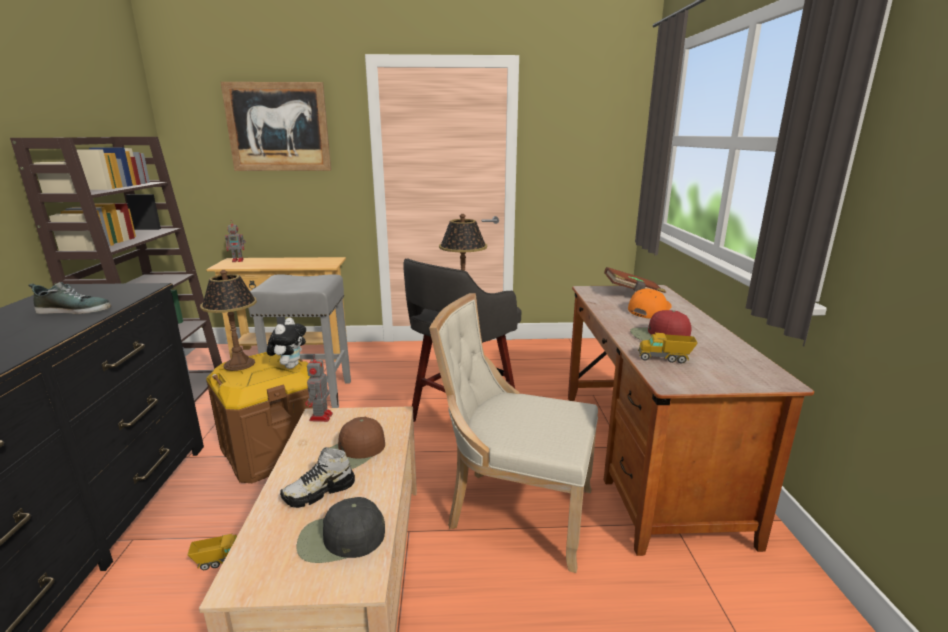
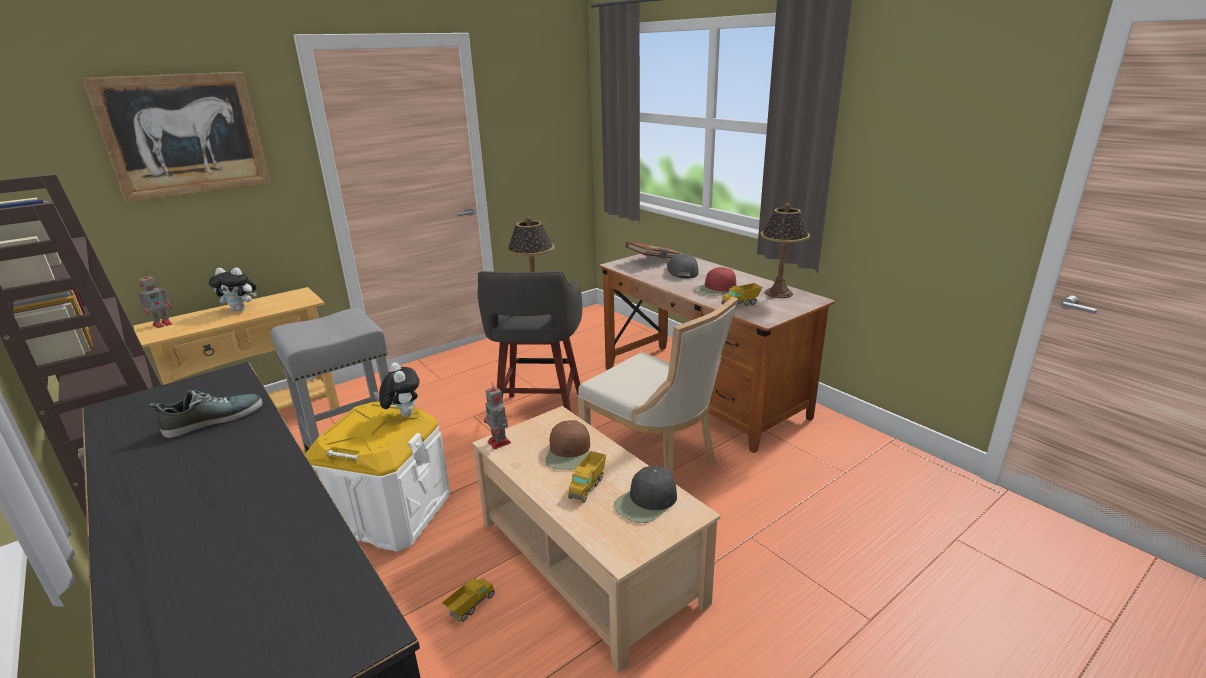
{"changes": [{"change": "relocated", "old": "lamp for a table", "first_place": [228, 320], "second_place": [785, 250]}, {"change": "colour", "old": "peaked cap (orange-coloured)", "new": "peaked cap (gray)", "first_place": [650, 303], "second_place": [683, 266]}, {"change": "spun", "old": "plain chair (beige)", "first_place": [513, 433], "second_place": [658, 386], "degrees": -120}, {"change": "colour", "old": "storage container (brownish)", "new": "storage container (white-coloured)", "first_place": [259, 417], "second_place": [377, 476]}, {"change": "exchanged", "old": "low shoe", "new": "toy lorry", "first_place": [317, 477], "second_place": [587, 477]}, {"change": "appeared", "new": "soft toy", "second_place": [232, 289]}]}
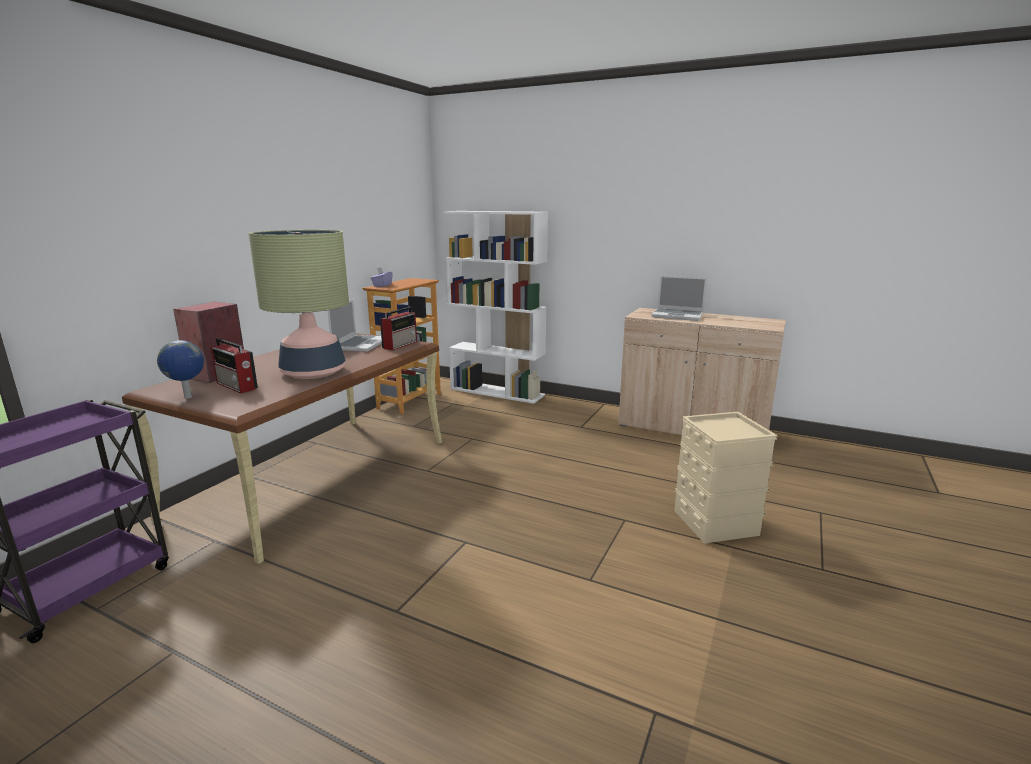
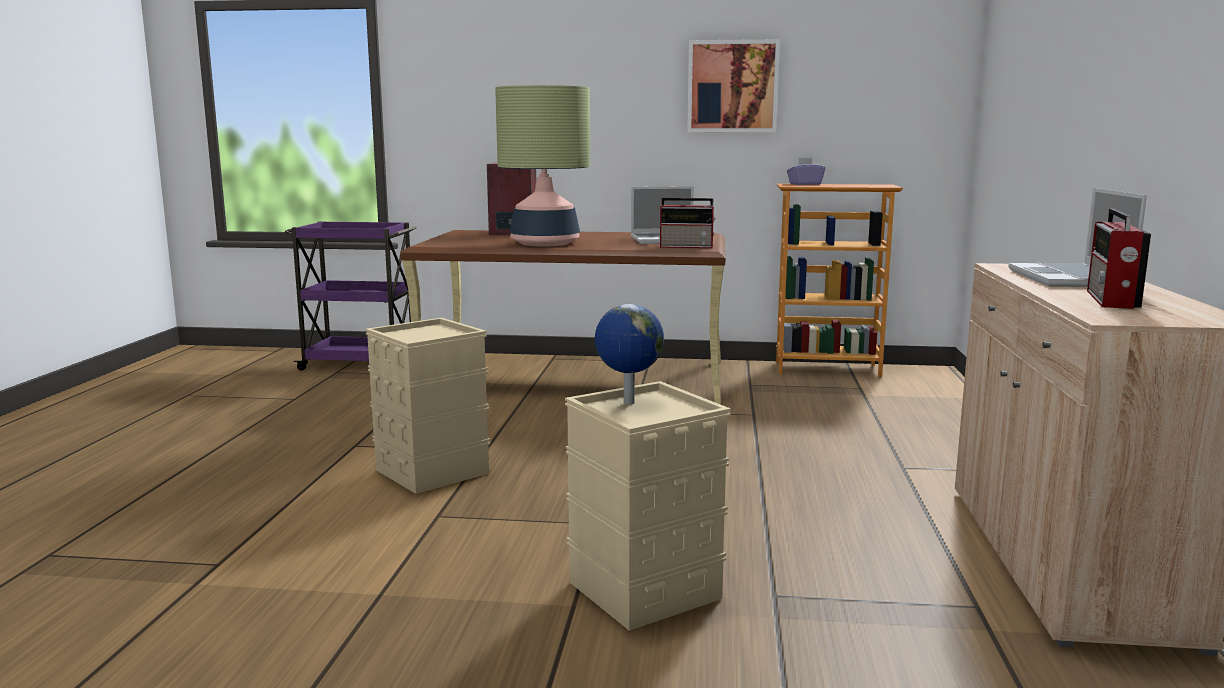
{"changes": [{"change": "missing", "old": "shelving unit (white-coloured)", "first_place": [496, 307]}, {"change": "relocated", "old": "radio receiver", "first_place": [234, 365], "second_place": [1119, 258]}, {"change": "relocated", "old": "desk globe", "first_place": [180, 369], "second_place": [629, 354]}, {"change": "appeared", "new": "wall picture", "second_place": [733, 85]}, {"change": "appeared", "new": "storage container (beige)", "second_place": [427, 406]}]}
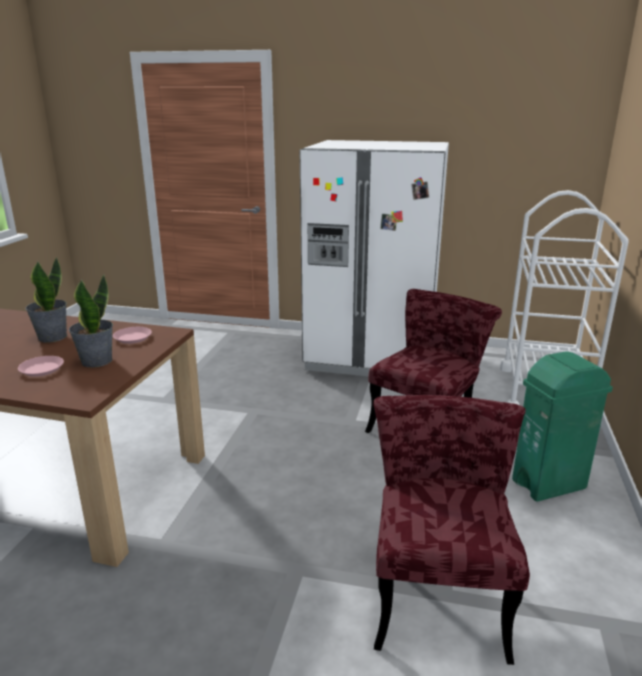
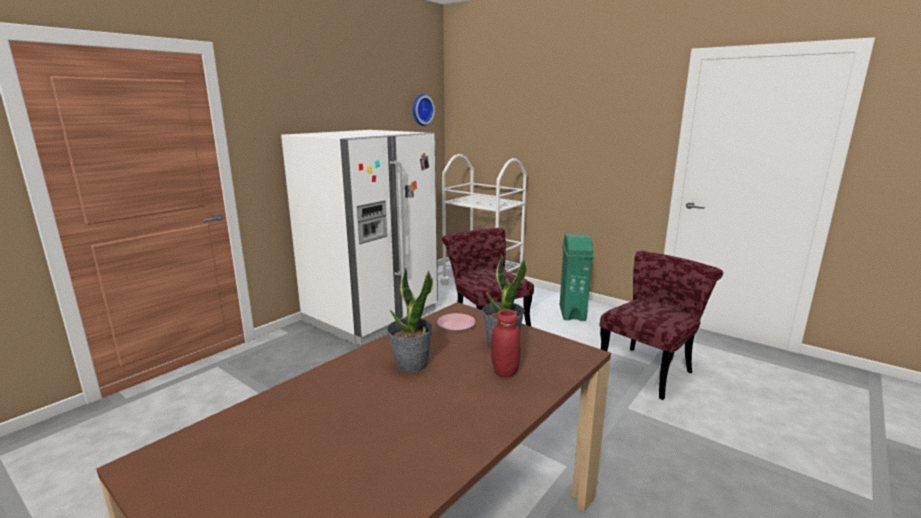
{"changes": [{"change": "exchanged", "old": "flat dish (pink)", "new": "jar (red)", "first_place": [41, 366], "second_place": [505, 343]}, {"change": "spun", "old": "plain chair (red)", "first_place": [451, 530], "second_place": [661, 325], "degrees": 105}, {"change": "appeared", "new": "wall clock", "second_place": [424, 110]}]}
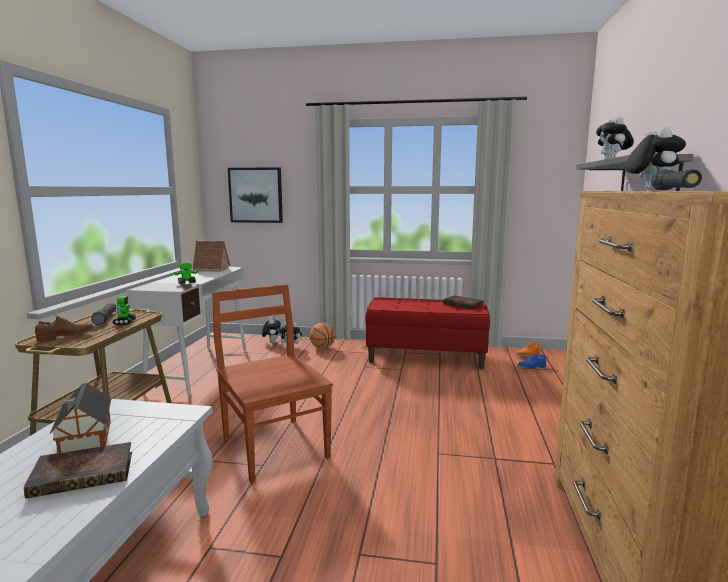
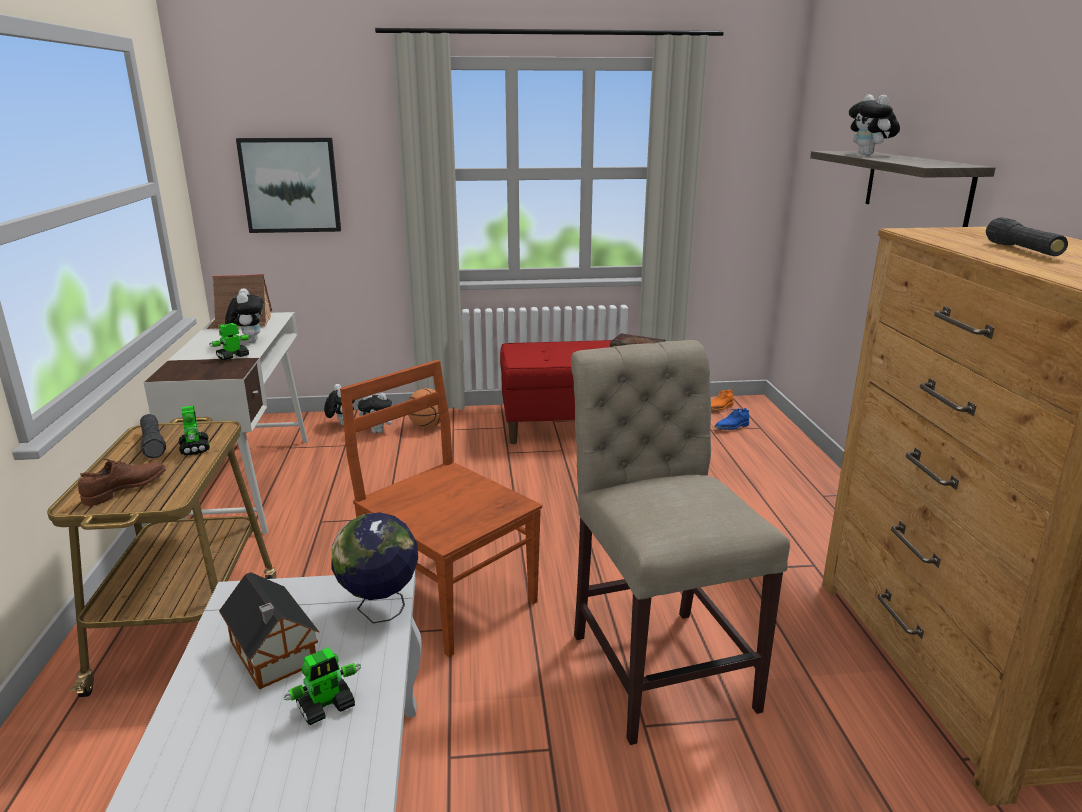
{"changes": [{"change": "relocated", "old": "soft toy", "first_place": [655, 158], "second_place": [244, 315]}, {"change": "exchanged", "old": "volume", "new": "model robot", "first_place": [78, 470], "second_place": [322, 686]}, {"change": "appeared", "new": "plain chair (beige)", "second_place": [680, 542]}, {"change": "appeared", "new": "desk globe", "second_place": [374, 568]}]}
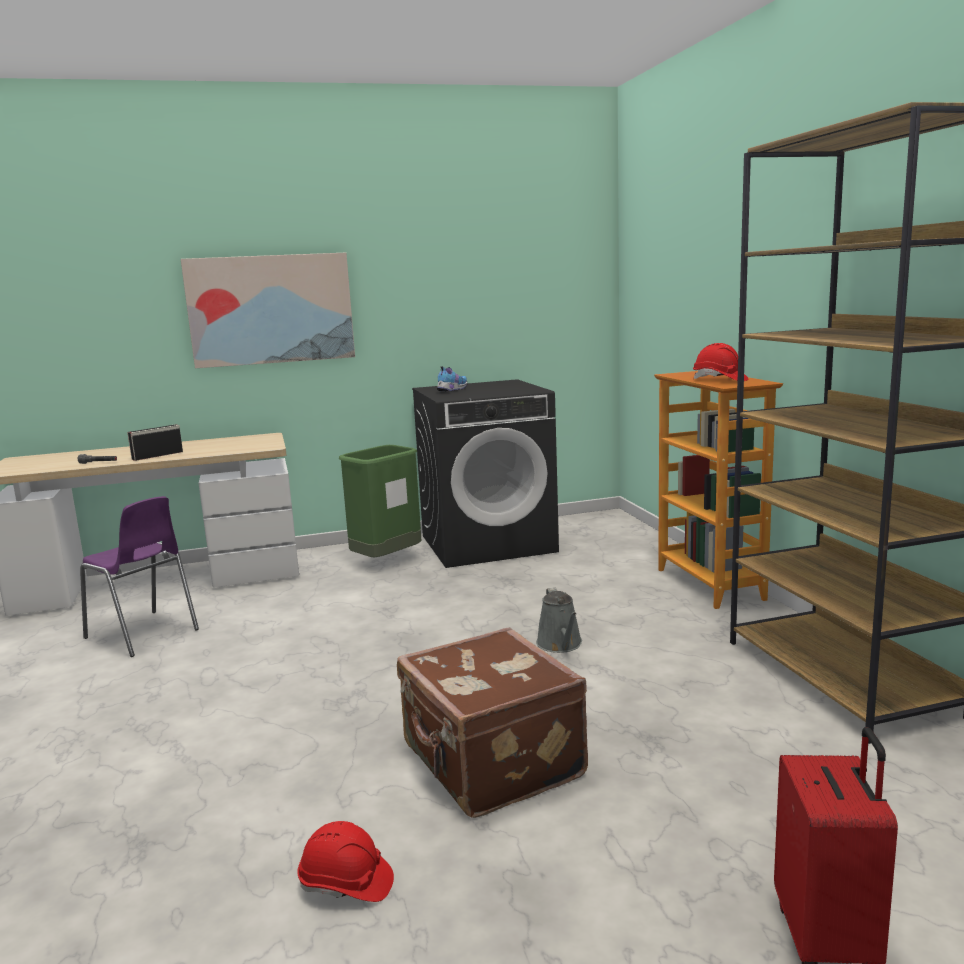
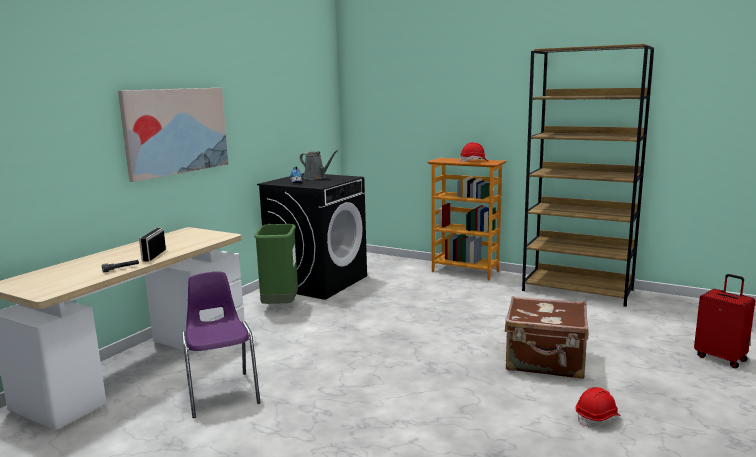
{"changes": [{"change": "spun", "old": "plain chair (purple)", "first_place": [139, 576], "second_place": [221, 345], "degrees": -105}, {"change": "relocated", "old": "watering pot (gray)", "first_place": [559, 620], "second_place": [319, 165]}]}
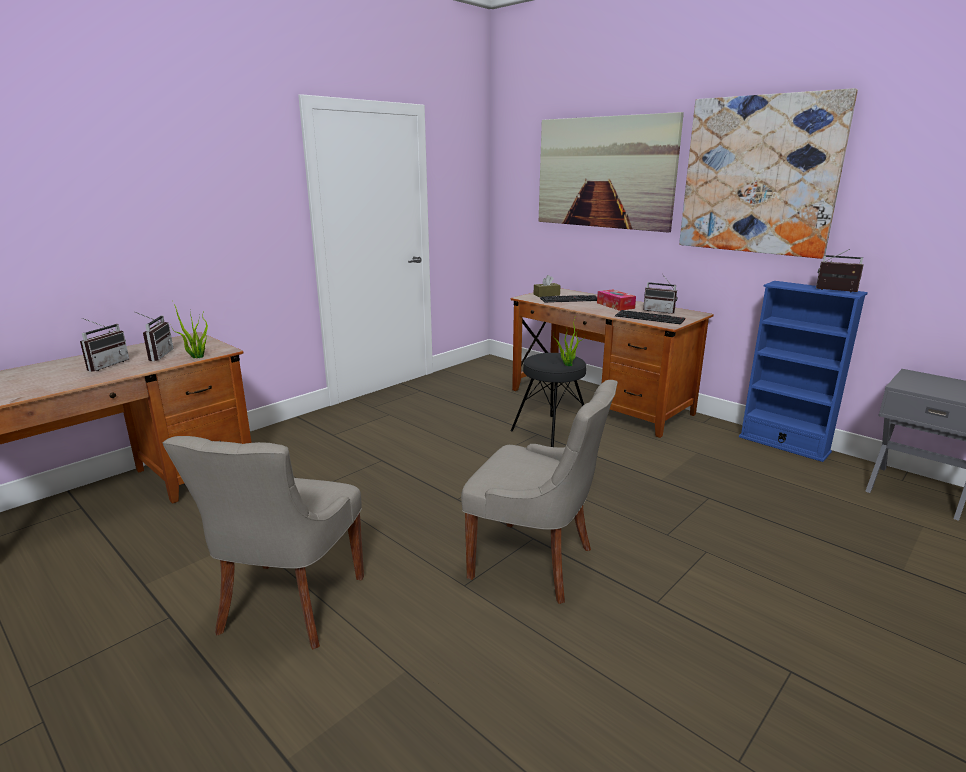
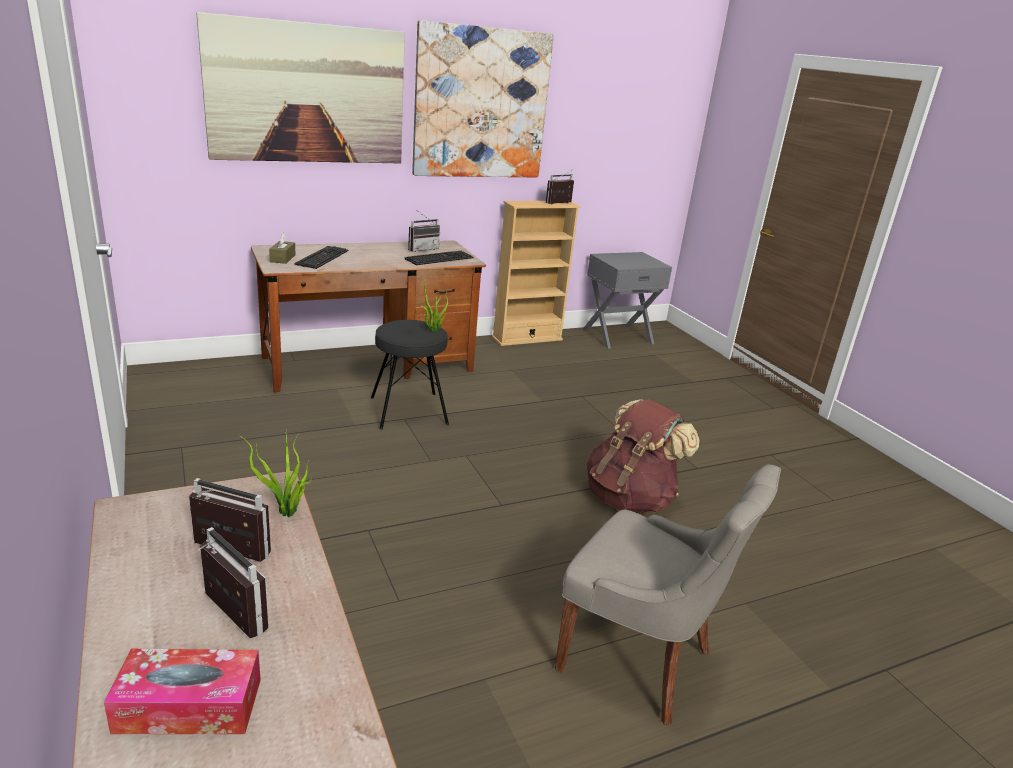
{"changes": [{"change": "colour", "old": "shelving unit (blue-coloured)", "new": "shelving unit (beige)", "first_place": [803, 371], "second_place": [536, 273]}, {"change": "relocated", "old": "box of tissues", "first_place": [616, 300], "second_place": [182, 691]}, {"change": "exchanged", "old": "plain chair (gray)", "new": "backpack (brownish)", "first_place": [539, 492], "second_place": [643, 456]}]}
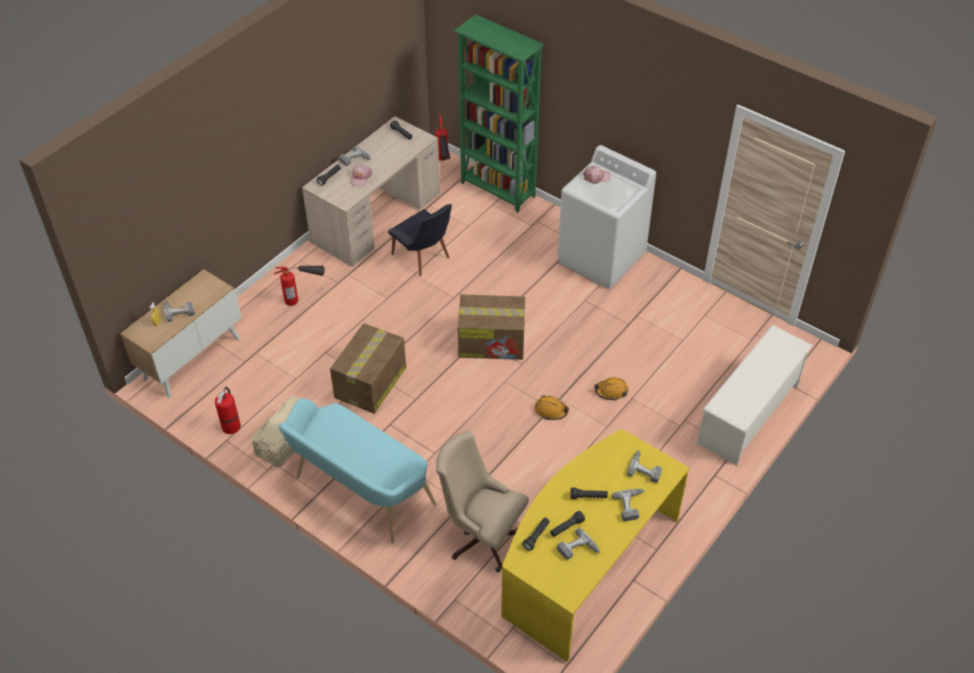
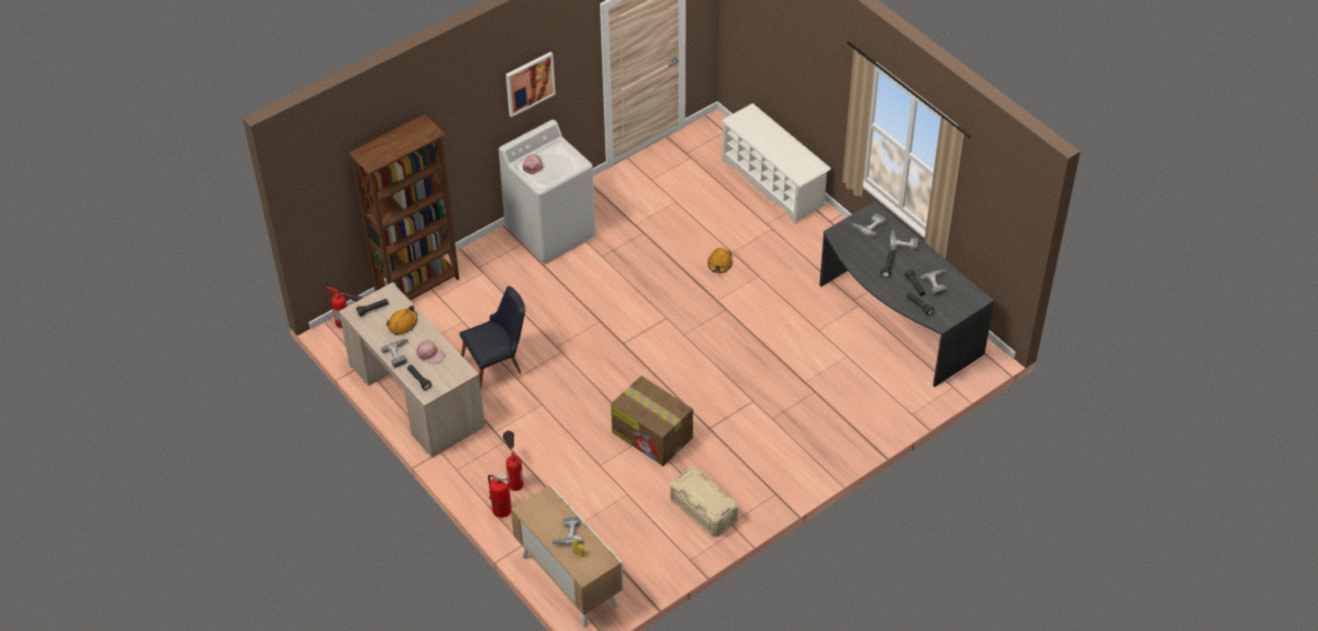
{"changes": [{"change": "colour", "old": "shelving unit (greenish)", "new": "shelving unit (brownish)", "first_place": [499, 113], "second_place": [404, 207]}, {"change": "missing", "old": "carton", "first_place": [491, 327]}, {"change": "relocated", "old": "fire-fighting cylinder", "first_place": [228, 410], "second_place": [499, 496]}, {"change": "relocated", "old": "safety helmet (orange-coloured)", "first_place": [552, 407], "second_place": [402, 320]}, {"change": "missing", "old": "long seat (blue-green)", "first_place": [357, 471]}, {"change": "colour", "old": "desk unit (yellow)", "new": "desk unit (gray)", "first_place": [595, 545], "second_place": [907, 294]}, {"change": "missing", "old": "office chair (beige)", "first_place": [482, 501]}, {"change": "appeared", "new": "wall picture", "second_place": [531, 84]}]}
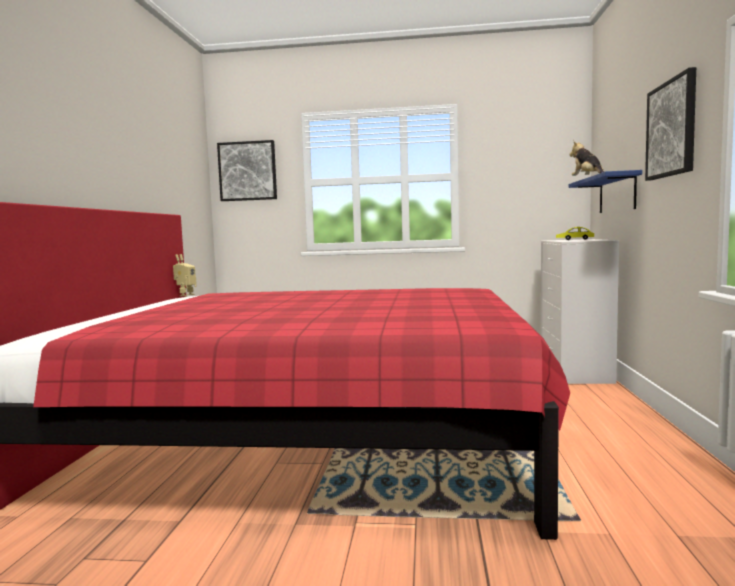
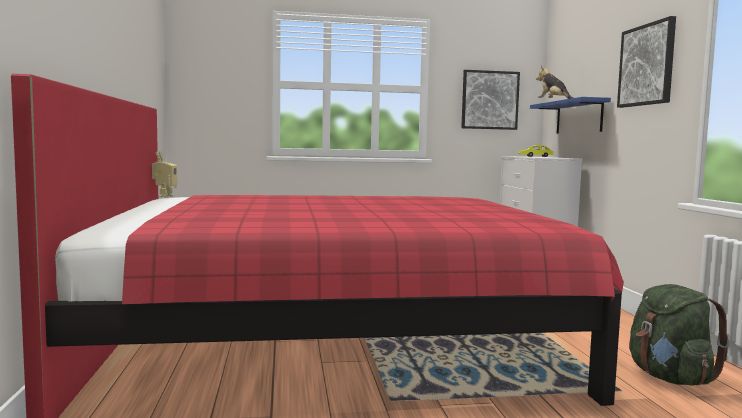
{"changes": [{"change": "relocated", "old": "wall picture", "first_place": [247, 170], "second_place": [490, 100]}, {"change": "appeared", "new": "backpack (greenish)", "second_place": [679, 335]}]}
